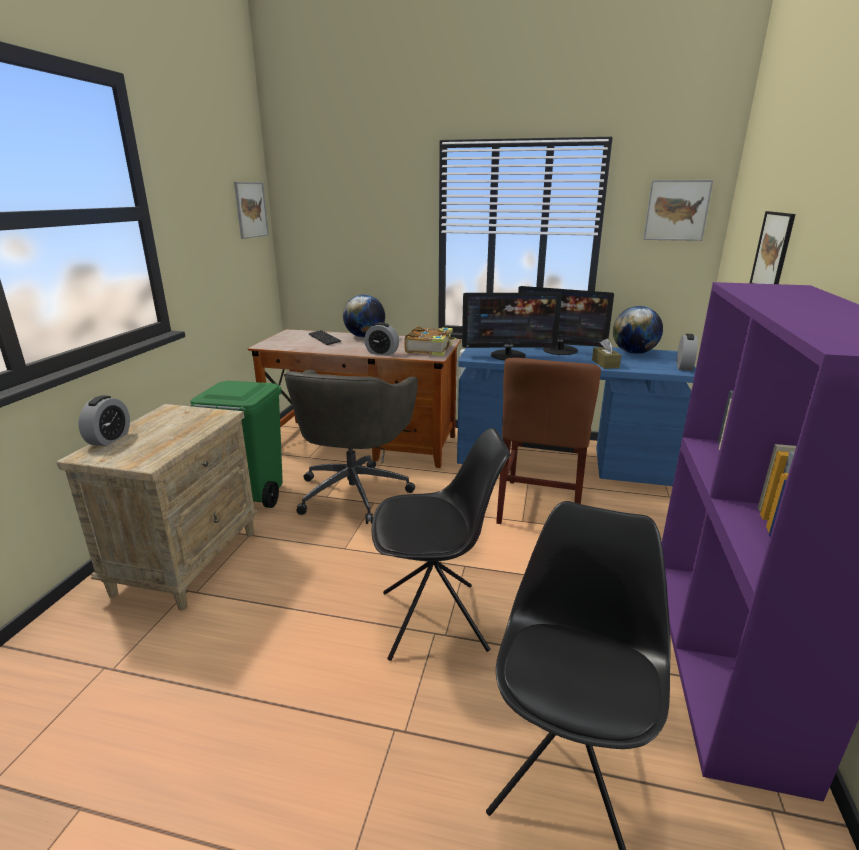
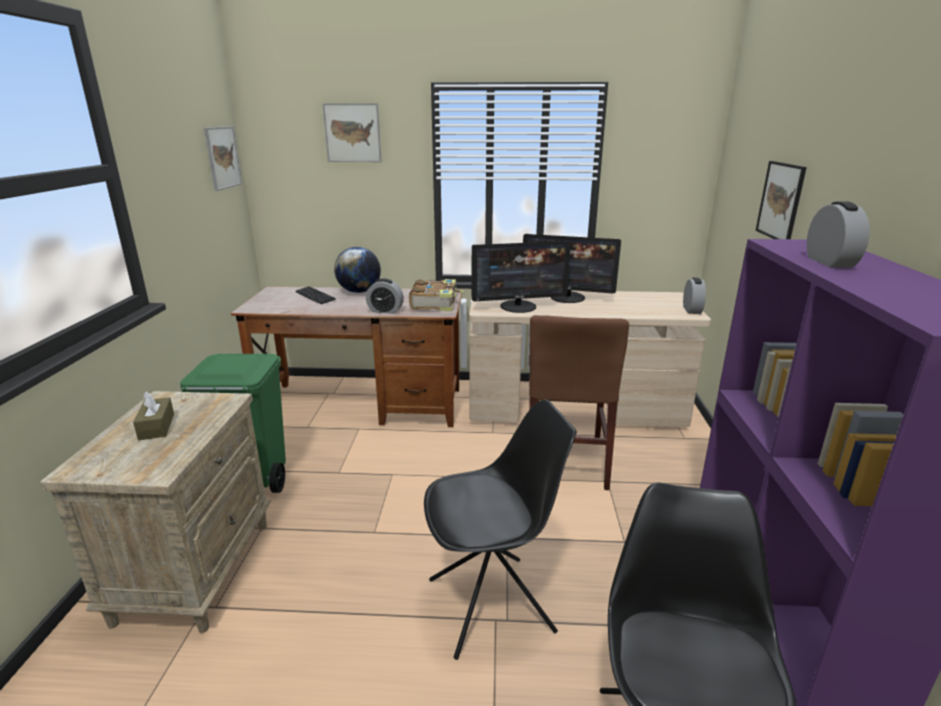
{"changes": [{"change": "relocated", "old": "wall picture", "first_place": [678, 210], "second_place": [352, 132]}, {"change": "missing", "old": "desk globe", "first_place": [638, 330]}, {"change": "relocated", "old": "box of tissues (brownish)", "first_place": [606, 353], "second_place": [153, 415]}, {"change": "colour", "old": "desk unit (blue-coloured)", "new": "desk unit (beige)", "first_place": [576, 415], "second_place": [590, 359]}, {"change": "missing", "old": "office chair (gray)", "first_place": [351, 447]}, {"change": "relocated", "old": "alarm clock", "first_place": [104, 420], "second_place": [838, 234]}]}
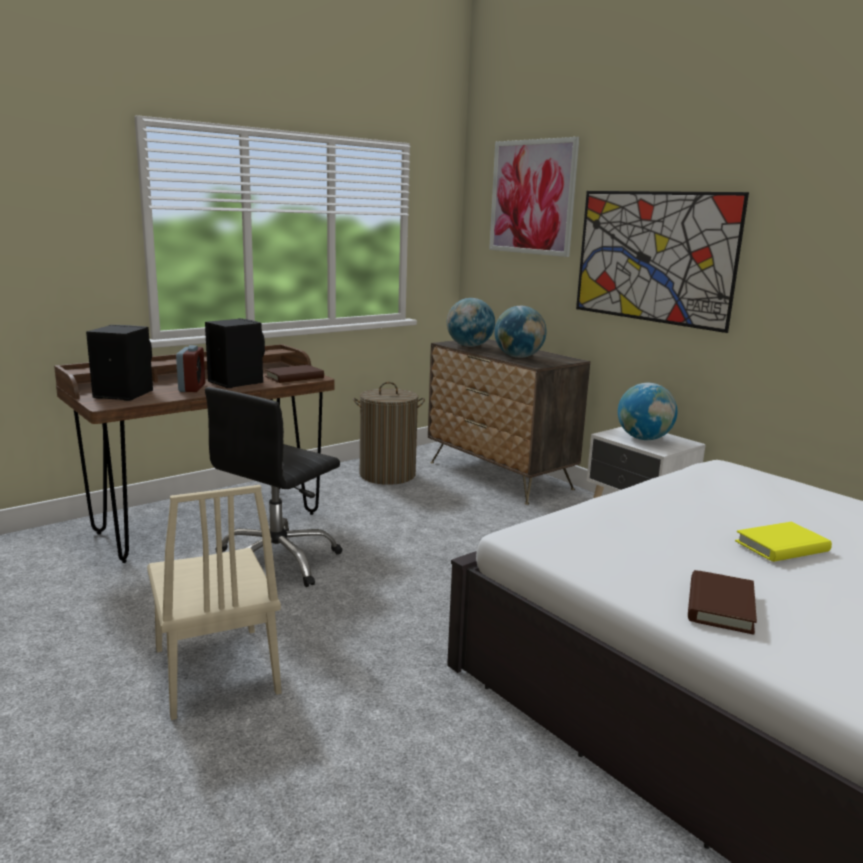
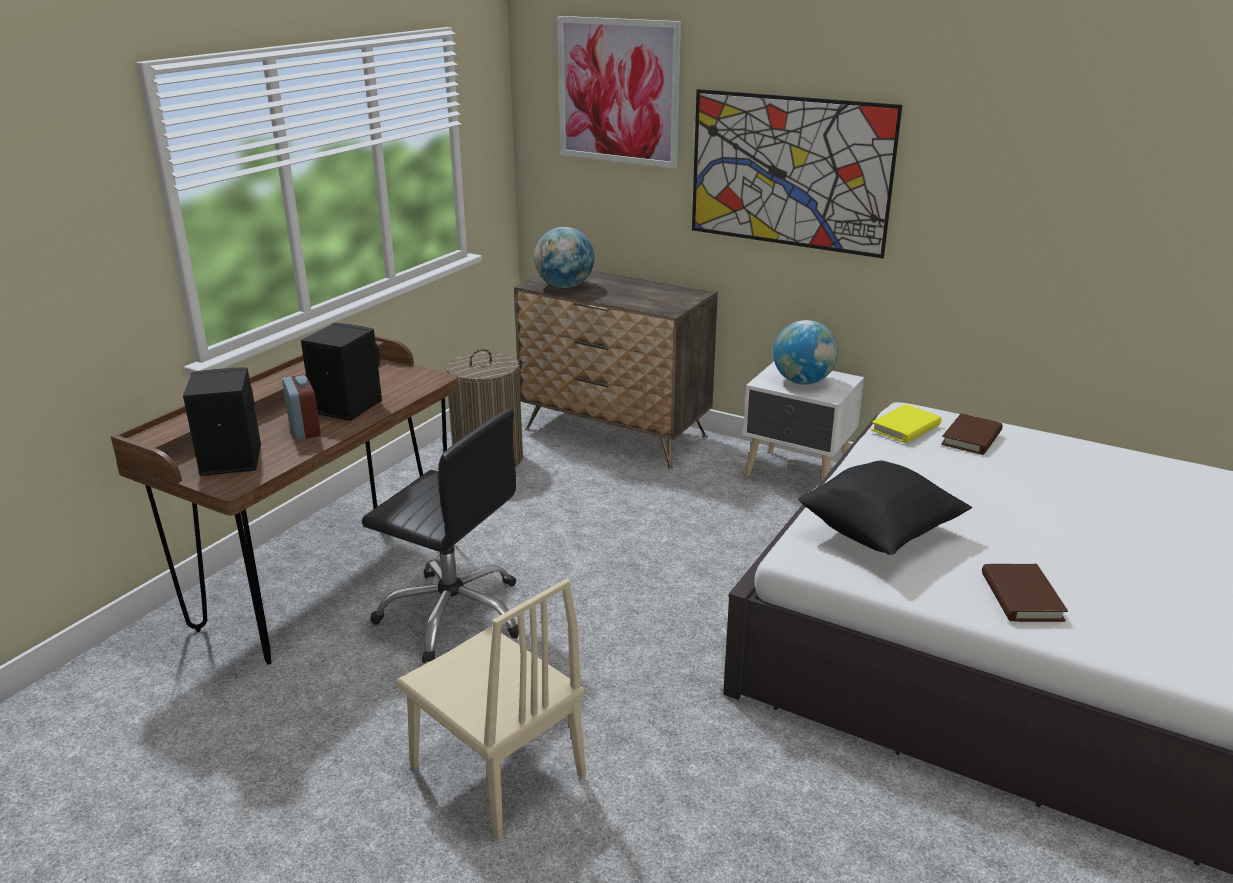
{"changes": [{"change": "missing", "old": "desk globe", "first_place": [520, 332]}, {"change": "relocated", "old": "volume (brownish)", "first_place": [294, 374], "second_place": [971, 434]}, {"change": "spun", "old": "office chair (black)", "first_place": [273, 487], "second_place": [440, 536], "degrees": -75}, {"change": "relocated", "old": "volume (yellow)", "first_place": [783, 542], "second_place": [906, 423]}, {"change": "appeared", "new": "cushion (black)", "second_place": [885, 508]}]}
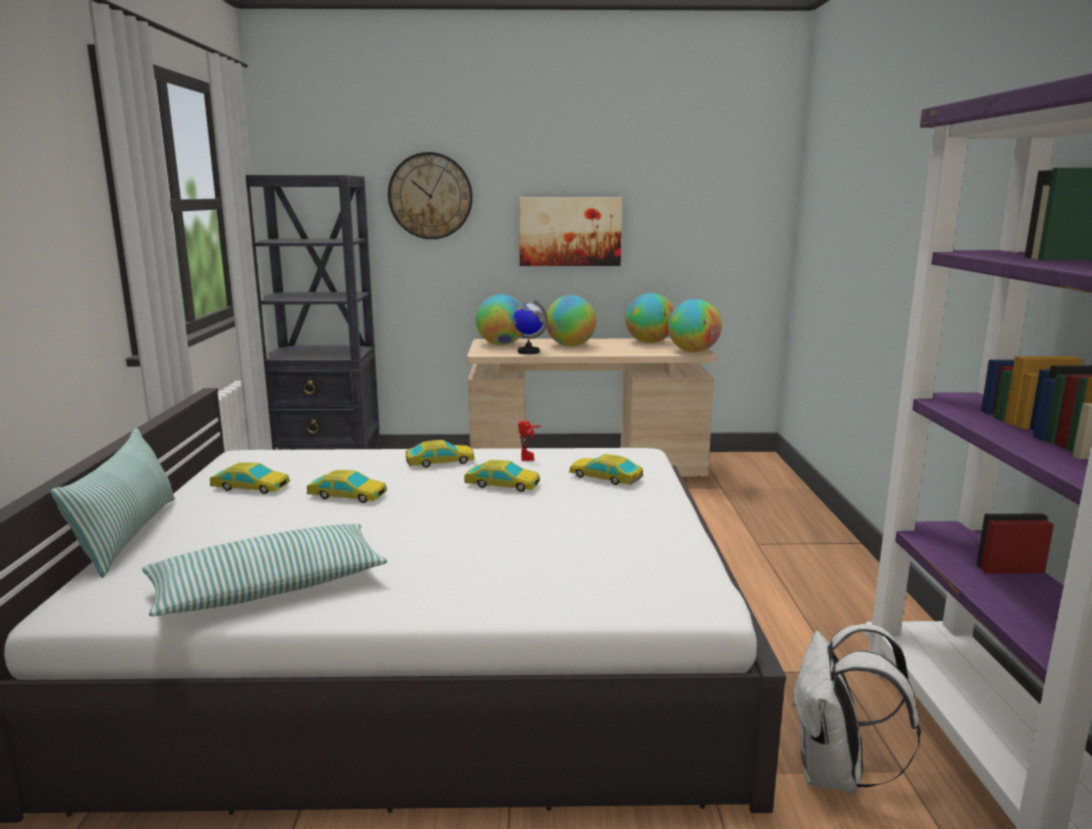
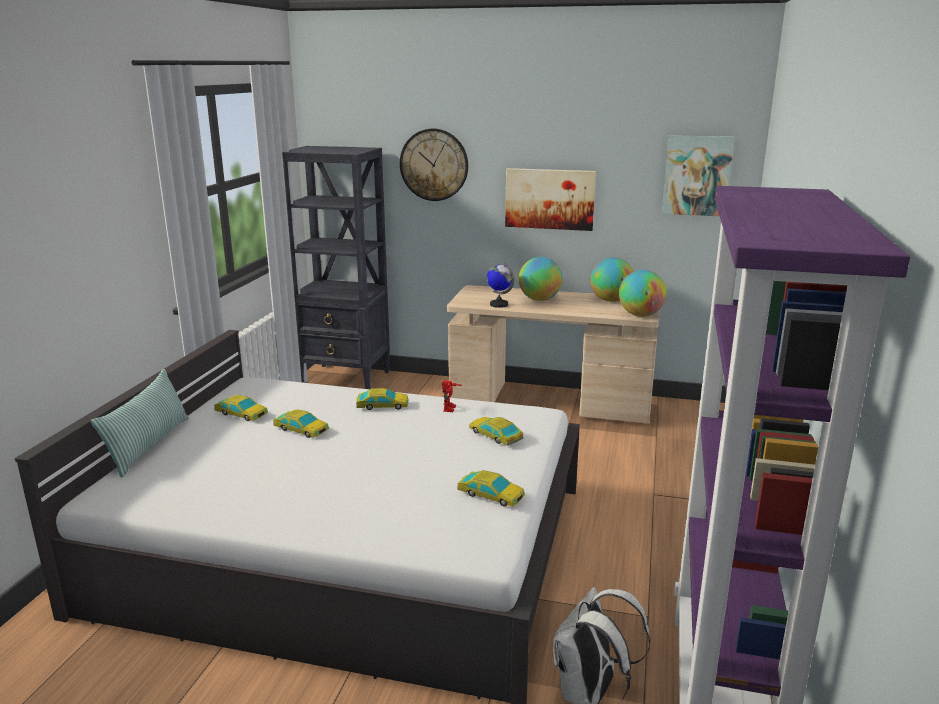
{"changes": [{"change": "missing", "old": "desk globe", "first_place": [499, 319]}, {"change": "relocated", "old": "miniature car", "first_place": [502, 476], "second_place": [491, 488]}, {"change": "missing", "old": "cushion", "first_place": [265, 570]}, {"change": "appeared", "new": "wall picture", "second_place": [698, 175]}]}
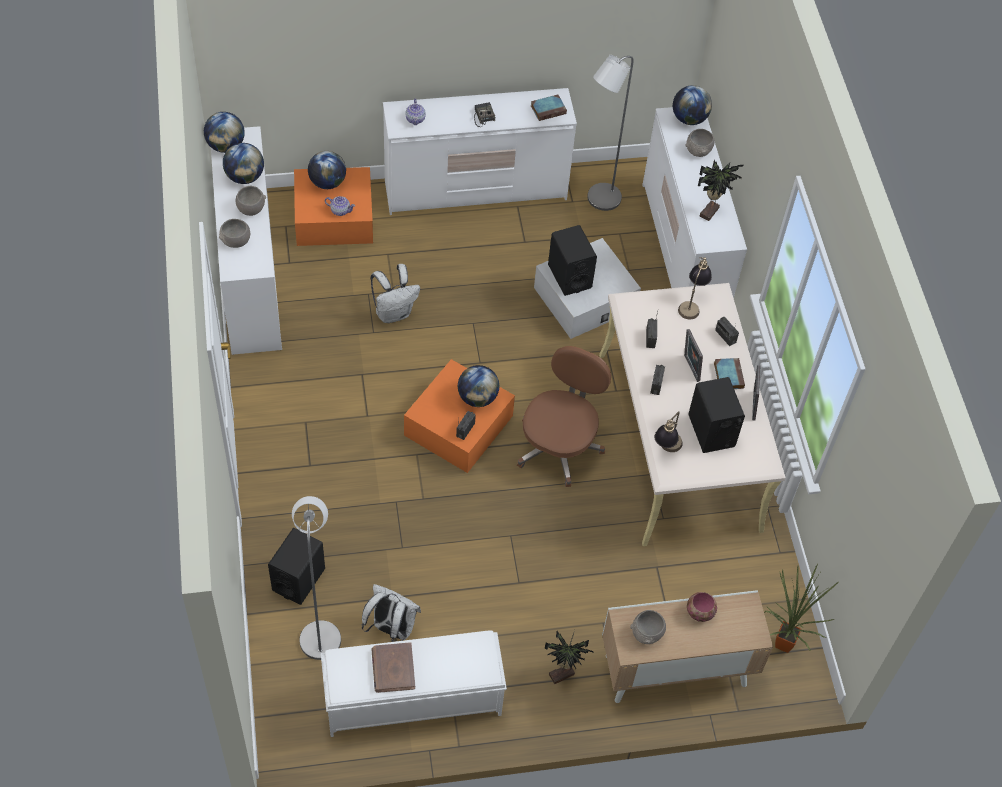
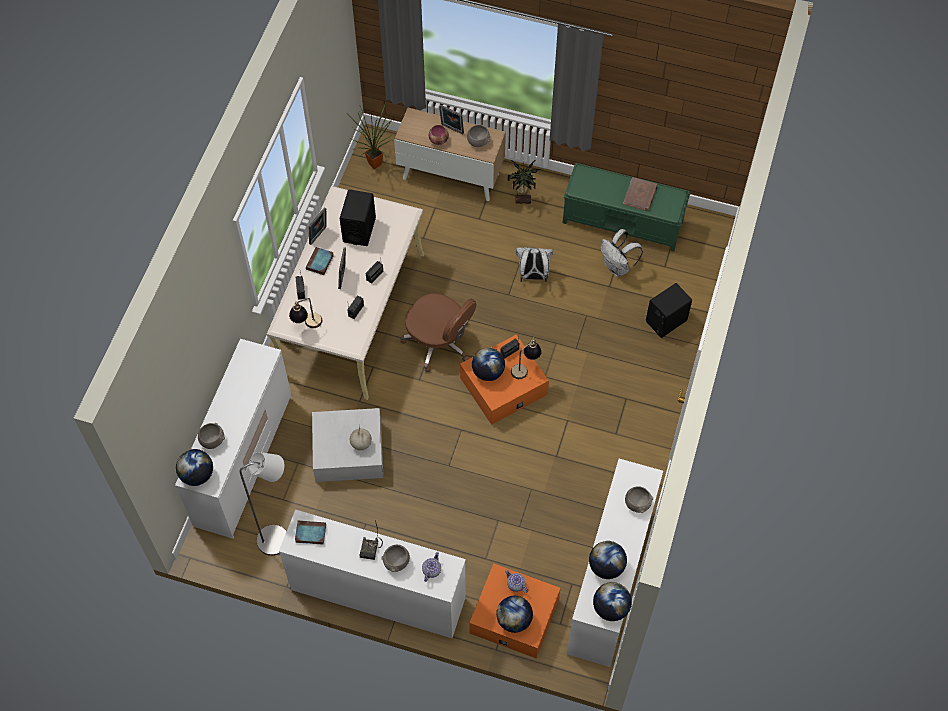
{"changes": [{"change": "missing", "old": "potted plant", "first_place": [721, 190]}, {"change": "relocated", "old": "bowl (gray)", "first_place": [251, 200], "second_place": [395, 558]}, {"change": "exchanged", "old": "loudspeaker (black)", "new": "desk globe", "first_place": [572, 260], "second_place": [361, 437]}, {"change": "relocated", "old": "backpack (white-coloured)", "first_place": [395, 293], "second_place": [534, 264]}, {"change": "spun", "old": "office chair (brownish)", "first_place": [564, 416], "second_place": [438, 332], "degrees": -105}, {"change": "relocated", "old": "lamp for a table", "first_place": [669, 431], "second_place": [526, 358]}, {"change": "missing", "old": "standard lamp (gray)", "first_place": [316, 578]}, {"change": "colour", "old": "long seat (white-coloured)", "new": "long seat (greenish)", "first_place": [414, 683], "second_place": [626, 207]}, {"change": "appeared", "new": "standing frame", "second_place": [451, 120]}]}
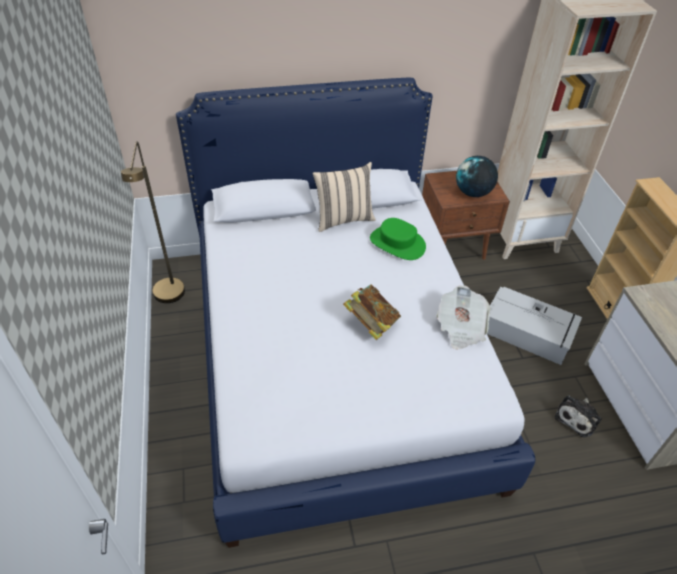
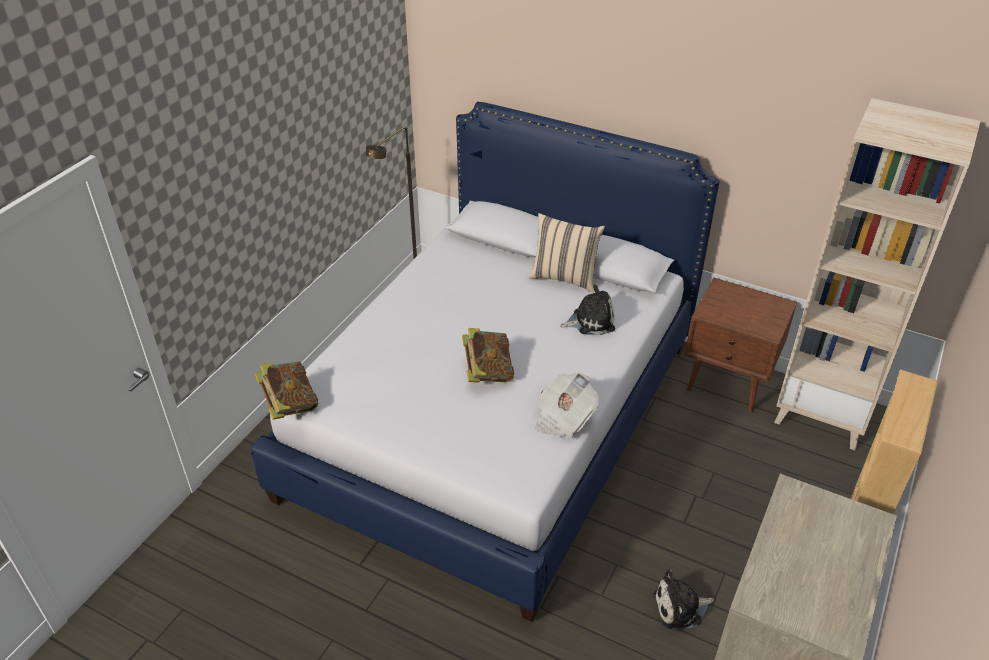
{"changes": [{"change": "missing", "old": "desk globe", "first_place": [477, 176]}, {"change": "exchanged", "old": "clothing hat (greenish)", "new": "soft toy", "first_place": [398, 239], "second_place": [587, 309]}, {"change": "missing", "old": "storage container (gray)", "first_place": [534, 326]}, {"change": "appeared", "new": "volume", "second_place": [286, 390]}]}
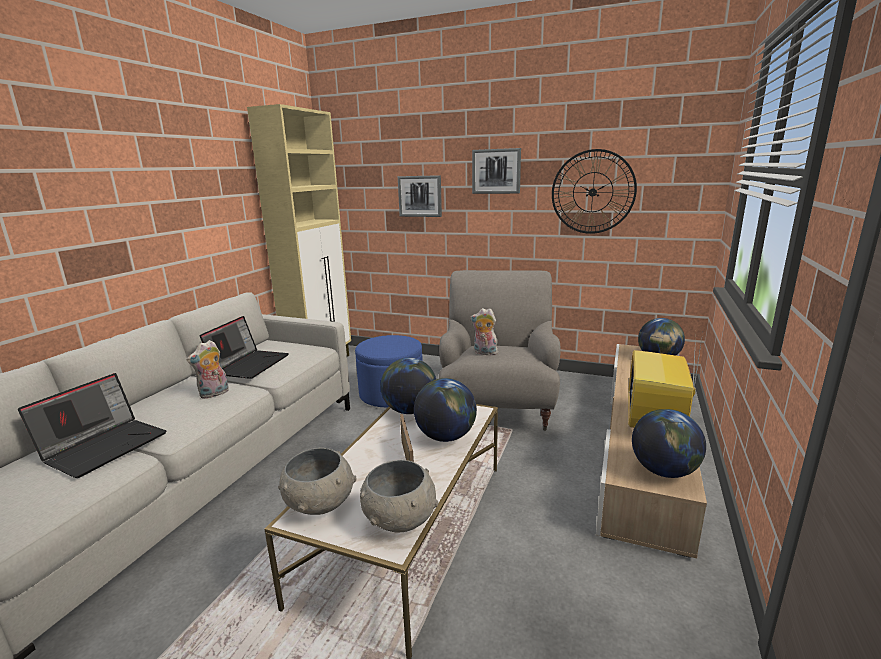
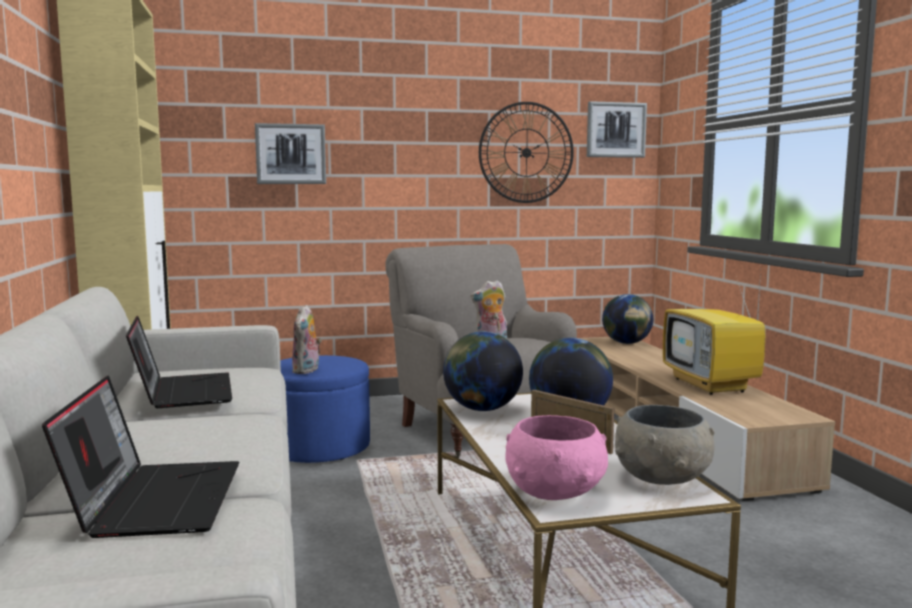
{"changes": [{"change": "relocated", "old": "wall picture", "first_place": [496, 171], "second_place": [617, 129]}, {"change": "relocated", "old": "soft toy", "first_place": [207, 369], "second_place": [307, 339]}, {"change": "missing", "old": "desk globe", "first_place": [669, 443]}, {"change": "colour", "old": "bowl (gray)", "new": "bowl (pink)", "first_place": [317, 481], "second_place": [556, 457]}]}
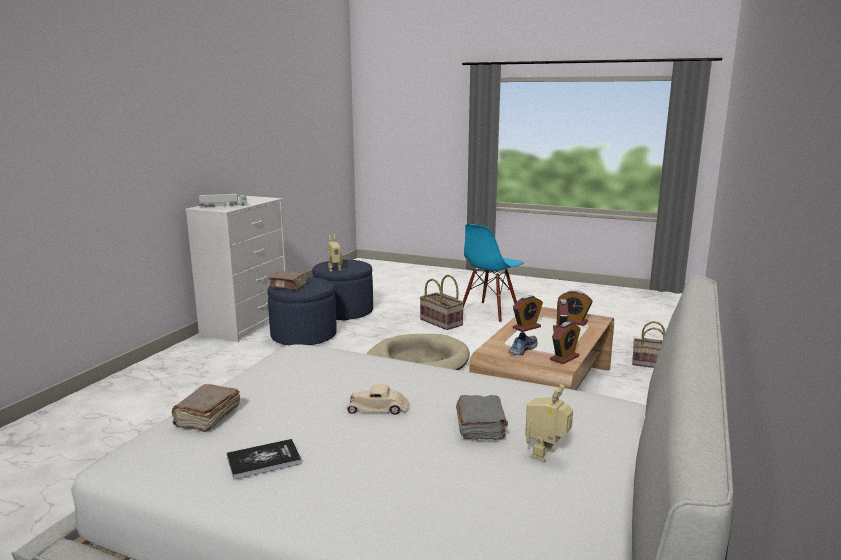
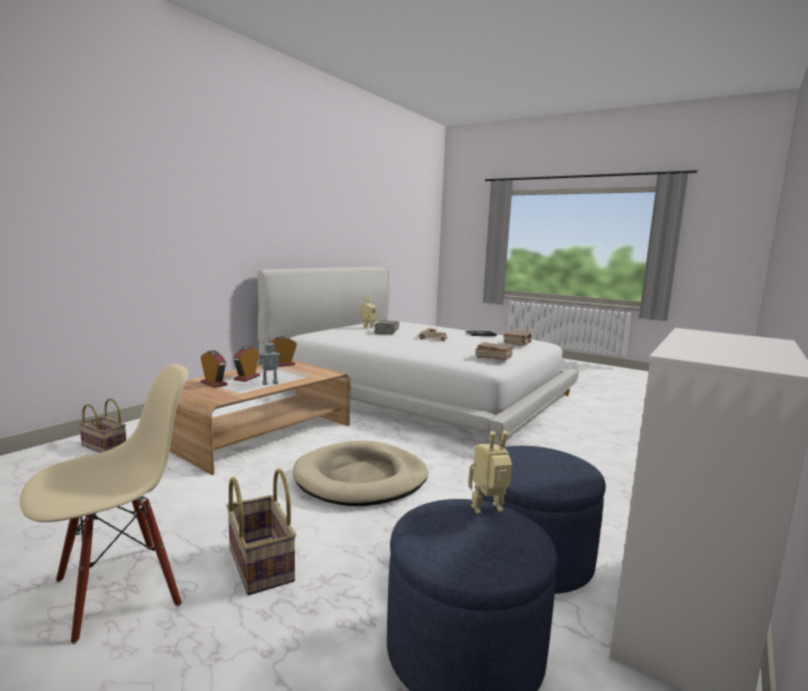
{"changes": [{"change": "missing", "old": "toy lorry", "first_place": [223, 201]}, {"change": "colour", "old": "plain chair (blue-coloured)", "new": "plain chair (beige)", "first_place": [493, 273], "second_place": [104, 504]}, {"change": "relocated", "old": "volume (brownish)", "first_place": [287, 280], "second_place": [494, 351]}, {"change": "exchanged", "old": "alarm clock", "new": "model robot", "first_place": [528, 313], "second_place": [269, 361]}, {"change": "missing", "old": "low shoe", "first_place": [523, 343]}]}
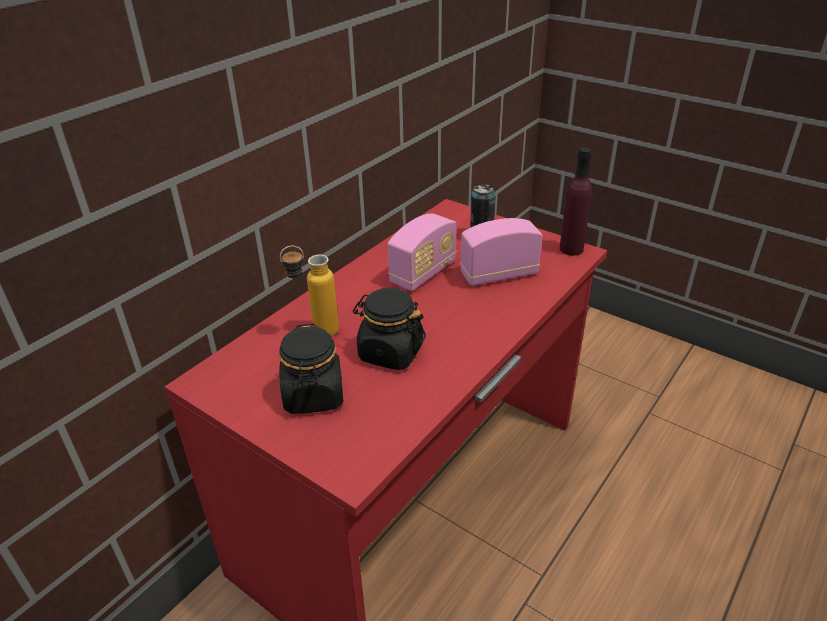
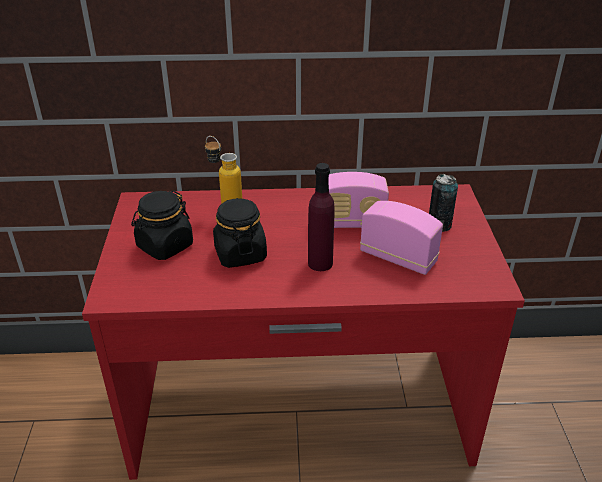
{"changes": [{"change": "relocated", "old": "beverage bottle (purple)", "first_place": [576, 201], "second_place": [321, 217]}]}
